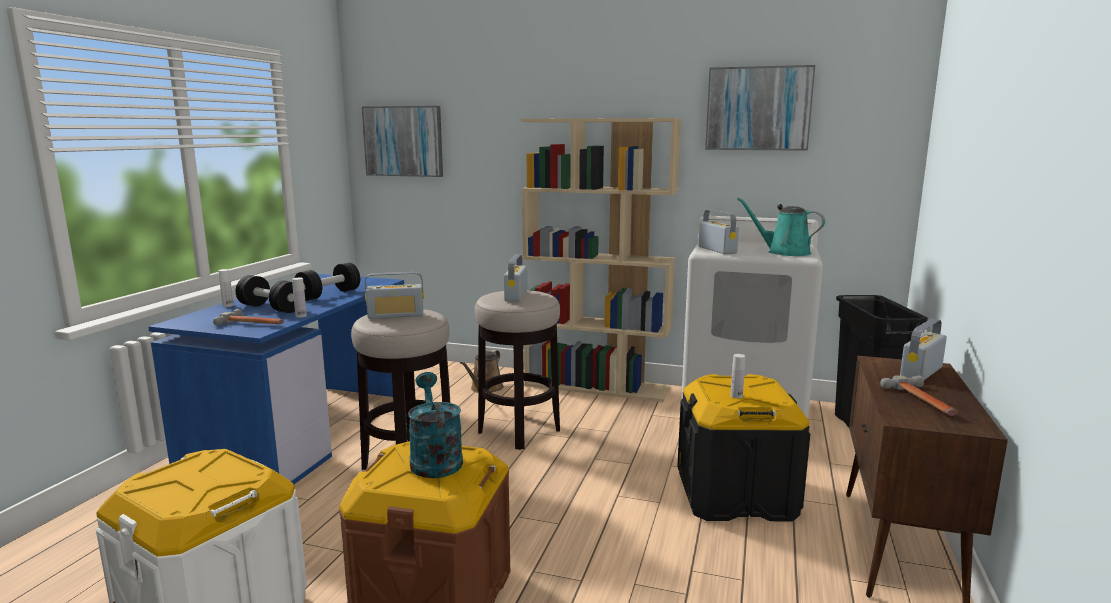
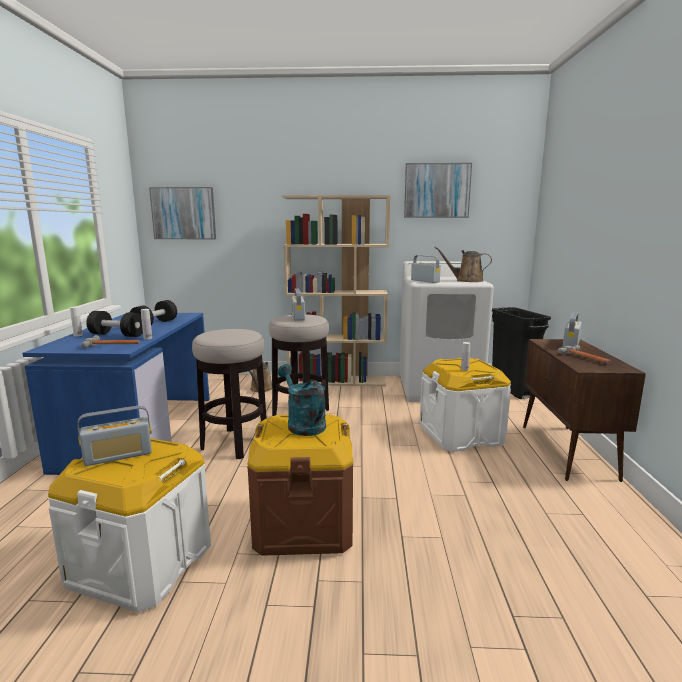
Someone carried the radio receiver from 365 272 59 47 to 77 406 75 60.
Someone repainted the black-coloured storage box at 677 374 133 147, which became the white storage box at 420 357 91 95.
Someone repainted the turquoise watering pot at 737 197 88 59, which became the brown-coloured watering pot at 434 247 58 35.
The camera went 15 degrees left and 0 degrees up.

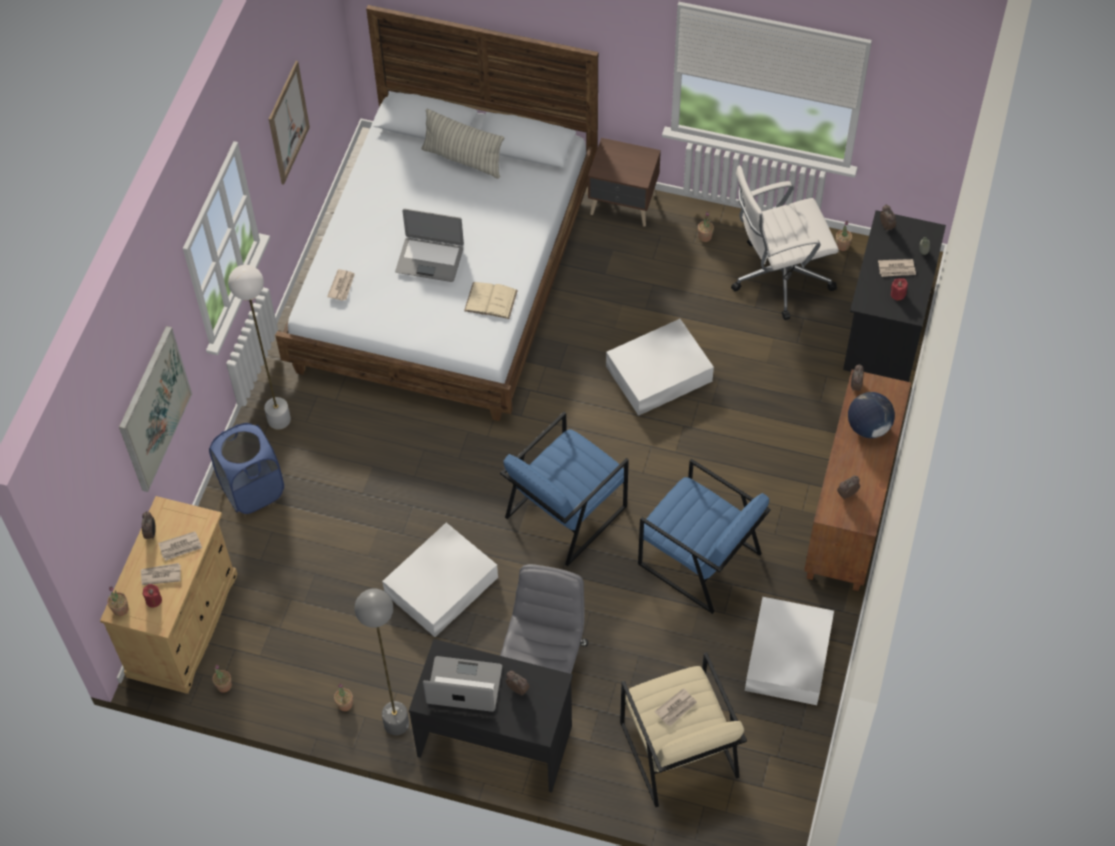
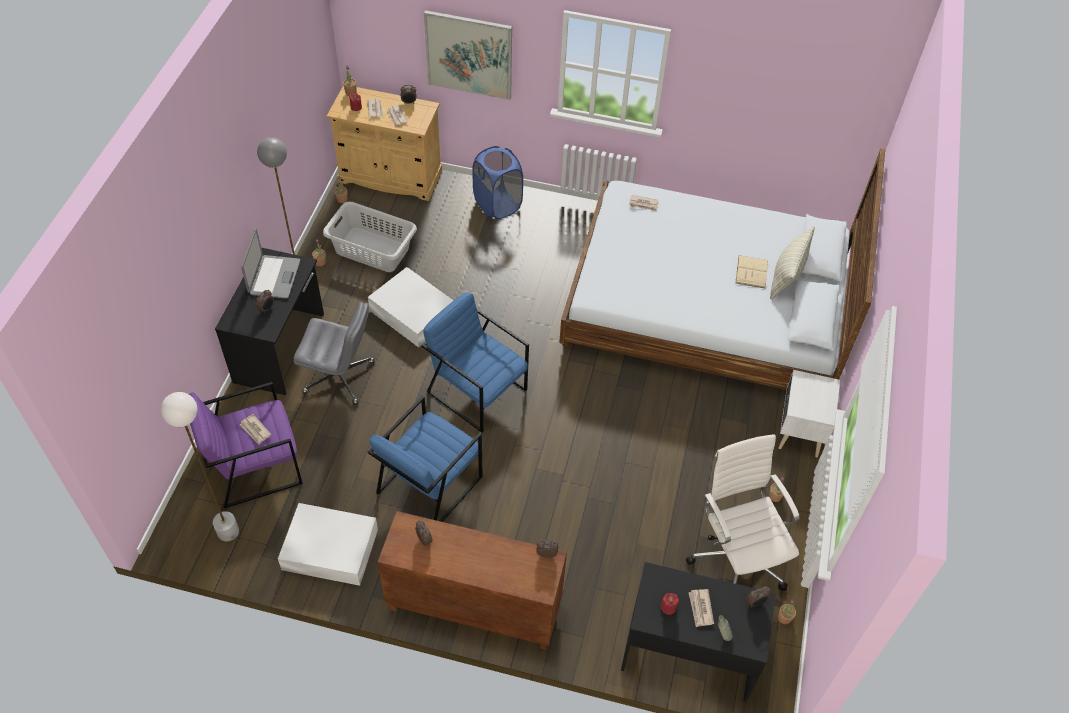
Someone took away the picture at 269 61 41 124.
Someone took away the notebook computer at 395 209 69 73.
Someone took away the white storage box at 606 319 108 97.
Someone took away the globe at 848 392 47 46.
Someone put down the gray hamper at 323 202 94 70.
Someone carried the white standard lamp from 228 265 63 165 to 161 392 78 149.
Someone carried the beige book from 464 282 54 37 to 735 255 33 33.
Someone repainted the brown-coloured bedside table at 588 138 73 88, which became the white bedside table at 778 370 62 87.
Someone repainted the beige armchair at 620 652 127 155, which became the purple-coloured armchair at 189 382 114 127.
The camera went 85 degrees right and 5 degrees down.

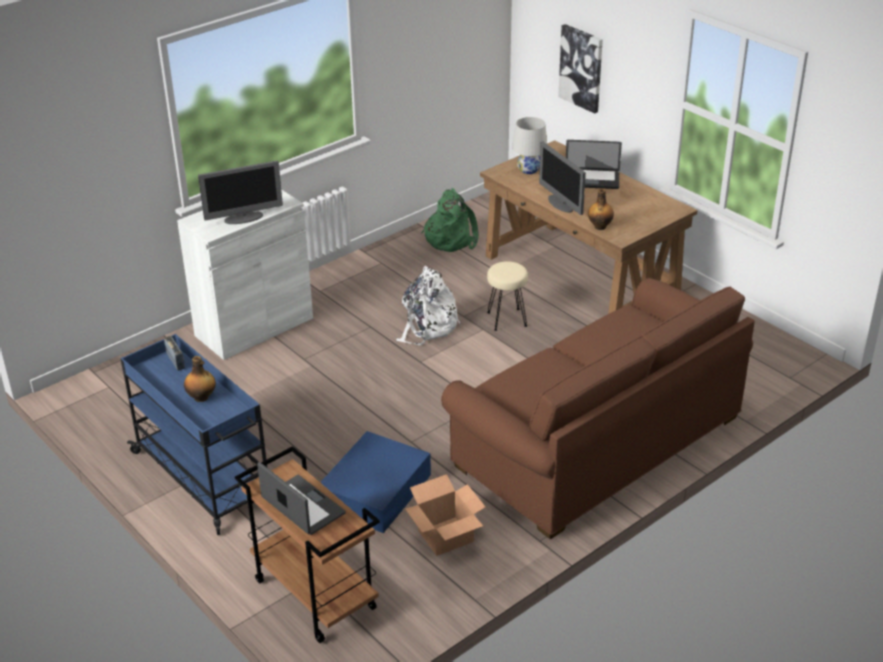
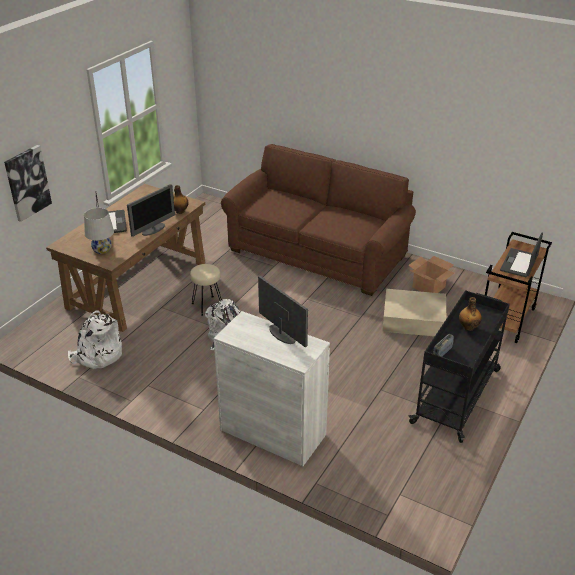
Someone repainted the blue-coloured wheeled cart at 121 334 146 201, which became the black-coloured wheeled cart at 408 290 102 153.
Someone repainted the blue-coloured storage box at 320 431 111 102, which became the beige storage box at 382 289 64 48.
Someone repainted the green rucksack at 421 188 58 64, which became the white rucksack at 68 311 54 58.
The camera went 110 degrees left and 0 degrees up.

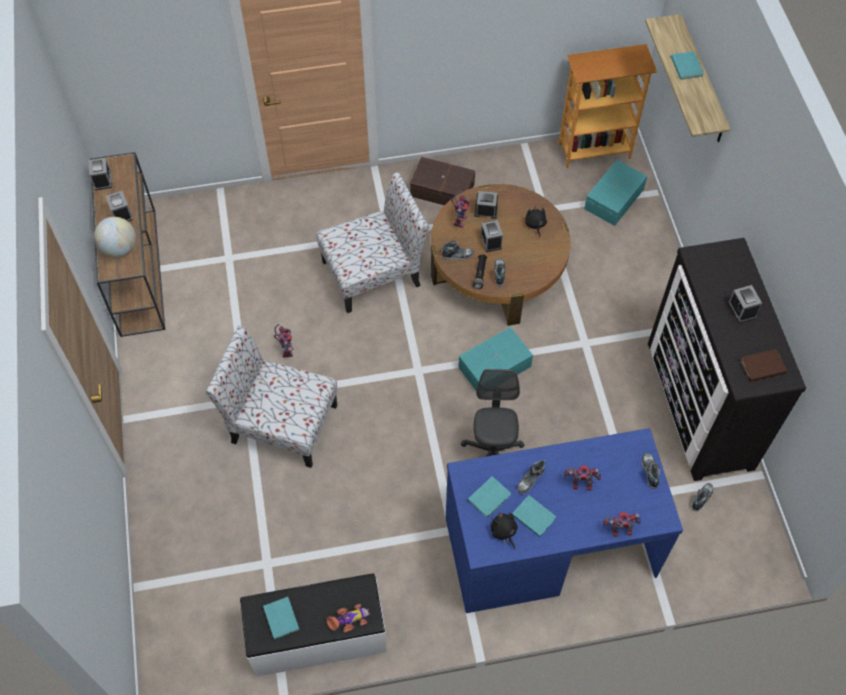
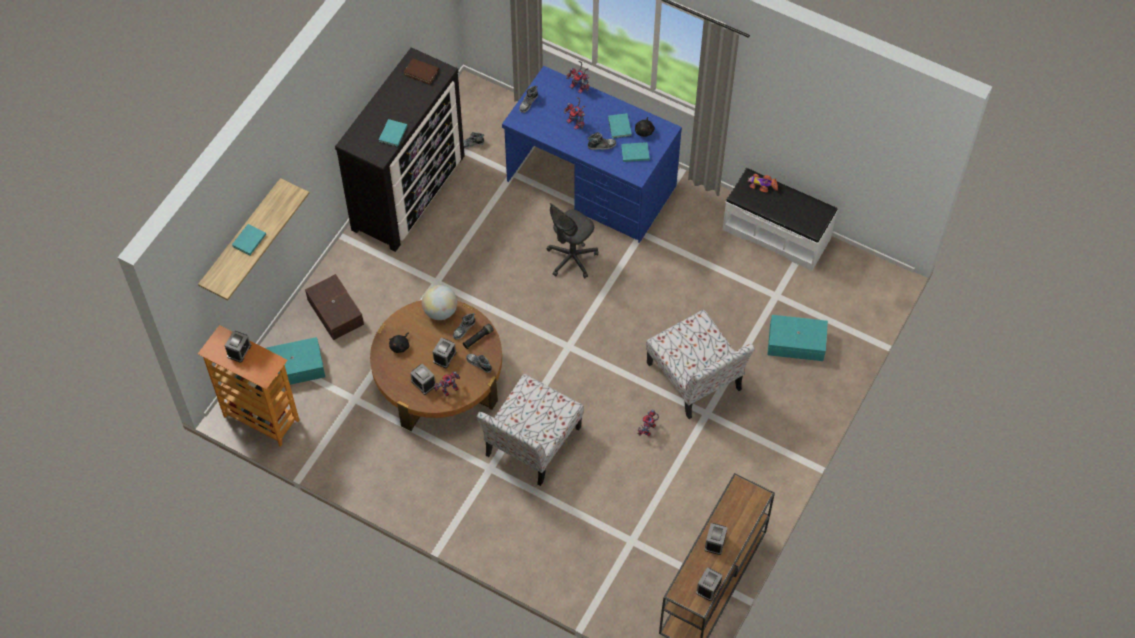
Someone carried the globe from 94 217 42 40 to 422 285 35 35.
Someone carried the turquoise book from 263 597 37 42 to 379 119 28 28.
Someone carried the brown-coloured storage box from 410 157 65 48 to 305 274 59 67.
Someone carried the turquoise storage box from 458 327 75 64 to 767 315 61 46.
Someone carried the table clock from 728 285 34 38 to 225 331 27 32.
Someone rotated the upright chair at 317 172 112 141 by 75 degrees counterclockwise.
The camera went 140 degrees left and 0 degrees up.

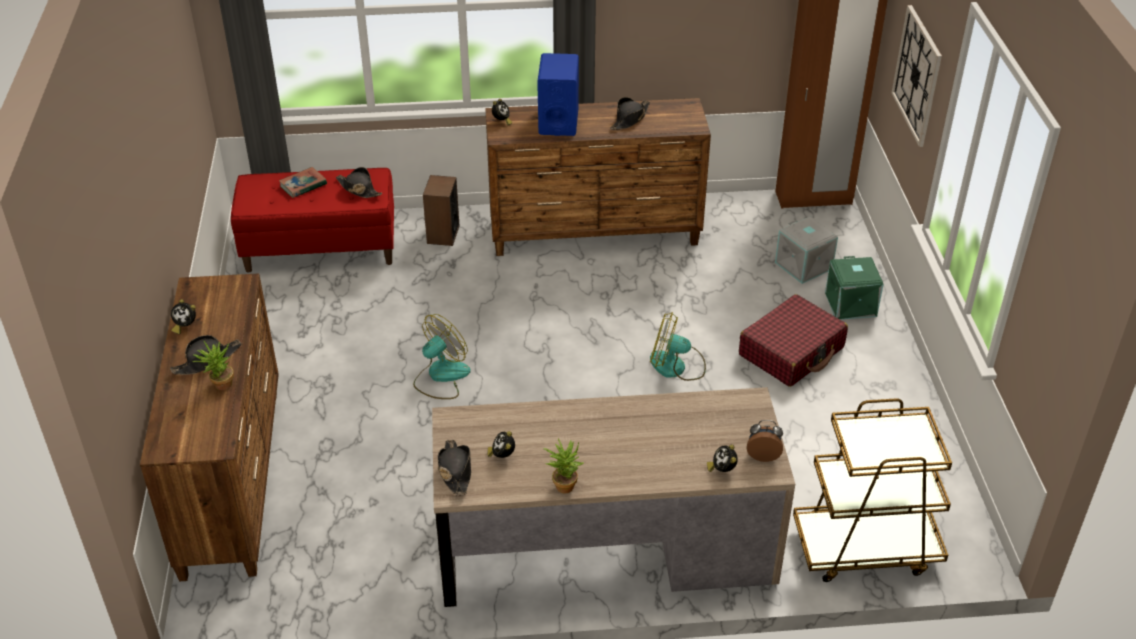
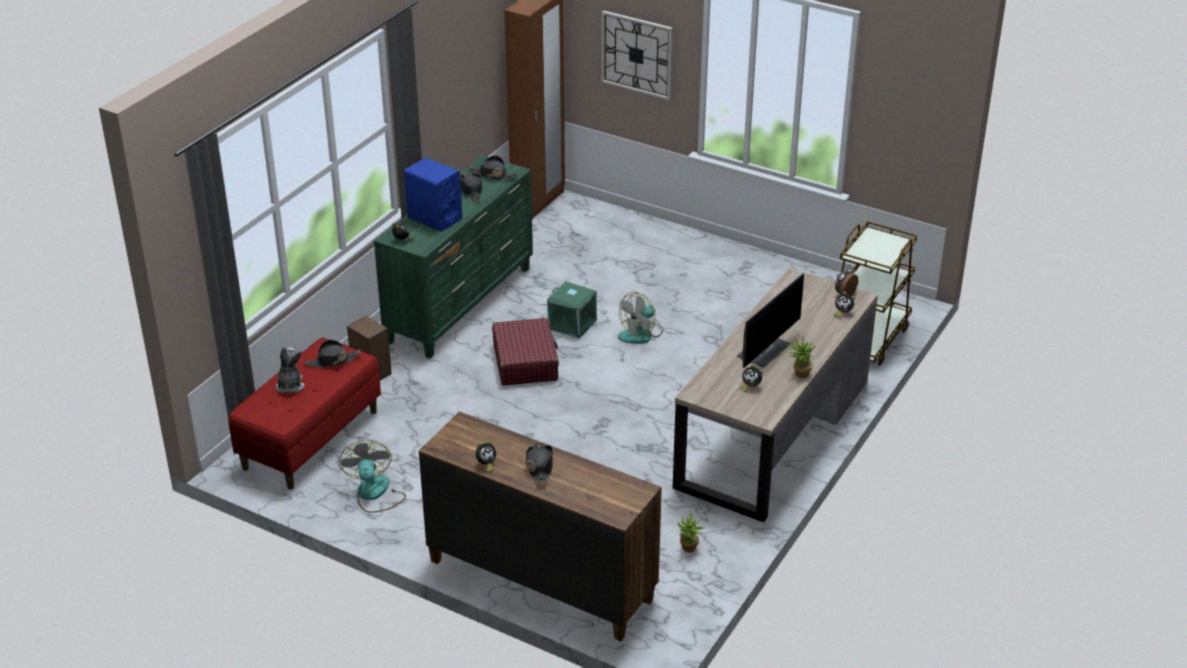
Someone took away the gray storage box at 775 217 63 67.
Someone put down the computer display at 737 273 67 95.
Someone carried the potted plant from 192 340 42 50 to 677 512 28 41.
Someone carried the electric fan from 413 314 58 85 to 338 440 68 73.
Someone carried the black-coloured clothing hat from 437 440 34 56 to 470 155 48 25.
Someone carried the reddish piece of luggage from 739 294 109 93 to 492 318 67 67.
Someone carried the green storage box from 825 256 59 64 to 547 281 50 58.
Someone swapped the book at 279 167 48 31 for the soft toy at 276 347 29 46.
Someone repainted the brown-coloured chest of drawers at 485 98 226 158, which became the green chest of drawers at 374 155 159 204.
The camera went 55 degrees left and 5 degrees down.

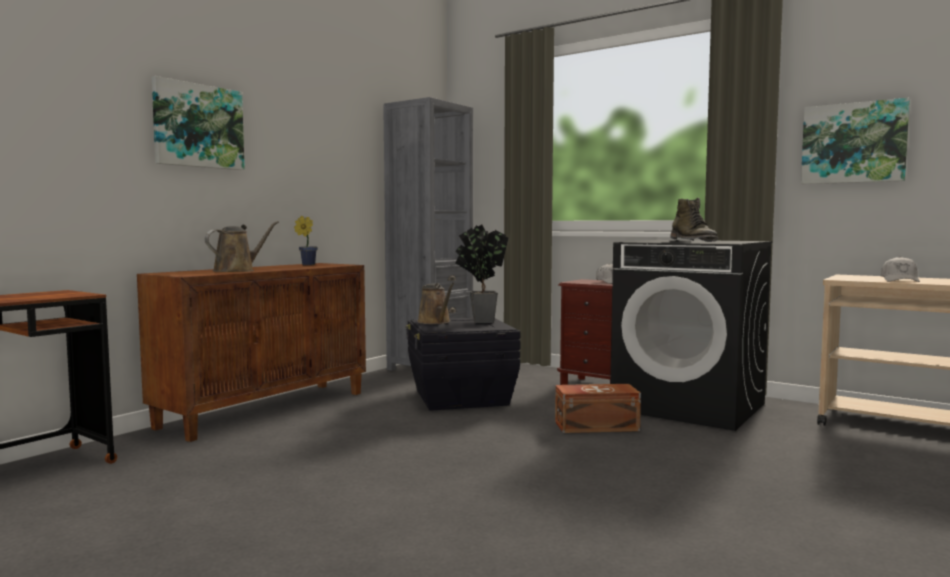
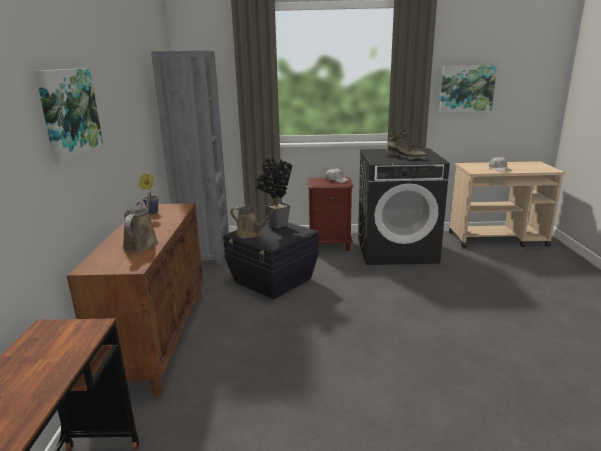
Someone took away the brown-coloured storage box at 555 384 86 49.
The camera went 35 degrees left and 15 degrees up.

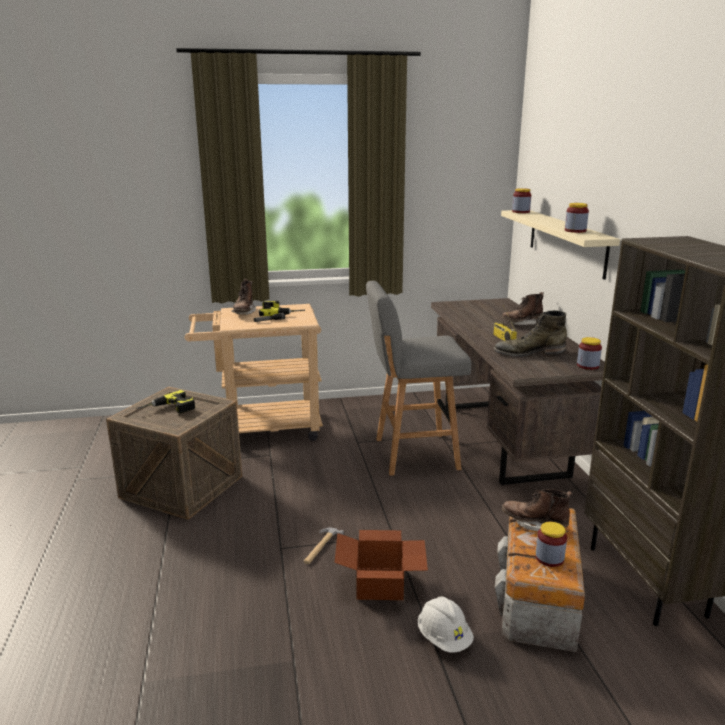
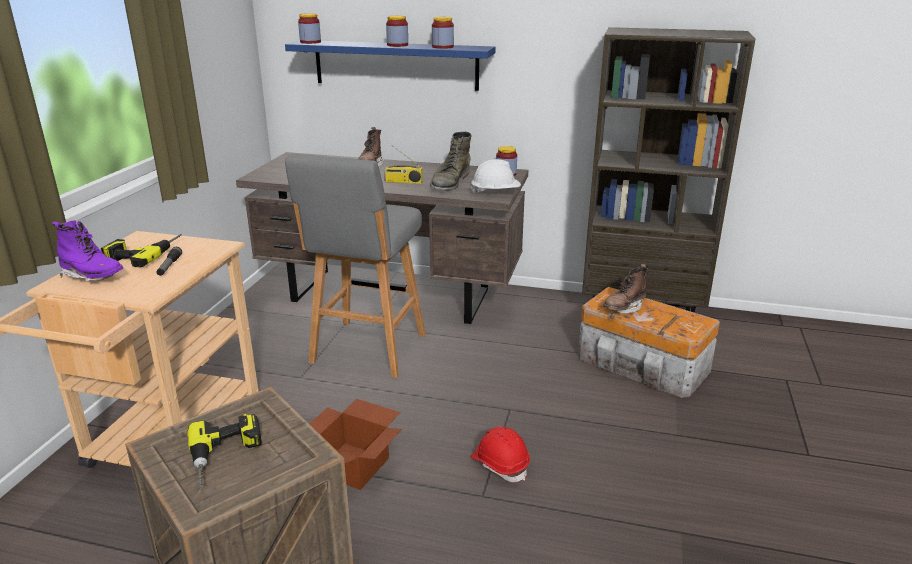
Someone carried the carton from 334 530 94 70 to 309 399 93 91.
Someone carried the white hard hat from 418 596 56 57 to 471 159 50 35.
Someone carried the jar from 535 522 32 45 to 386 16 22 31.
Someone swapped the tool hammer at 303 528 41 36 for the reddish hard hat at 471 427 59 55.
Someone repainted the brown-coloured boot at 231 279 25 36, which became the purple-coloured boot at 52 220 71 61.
Someone repainted the beige shelf at 501 210 119 70, which became the blue-coloured shelf at 285 40 210 51.
The camera went 65 degrees left and 5 degrees up.

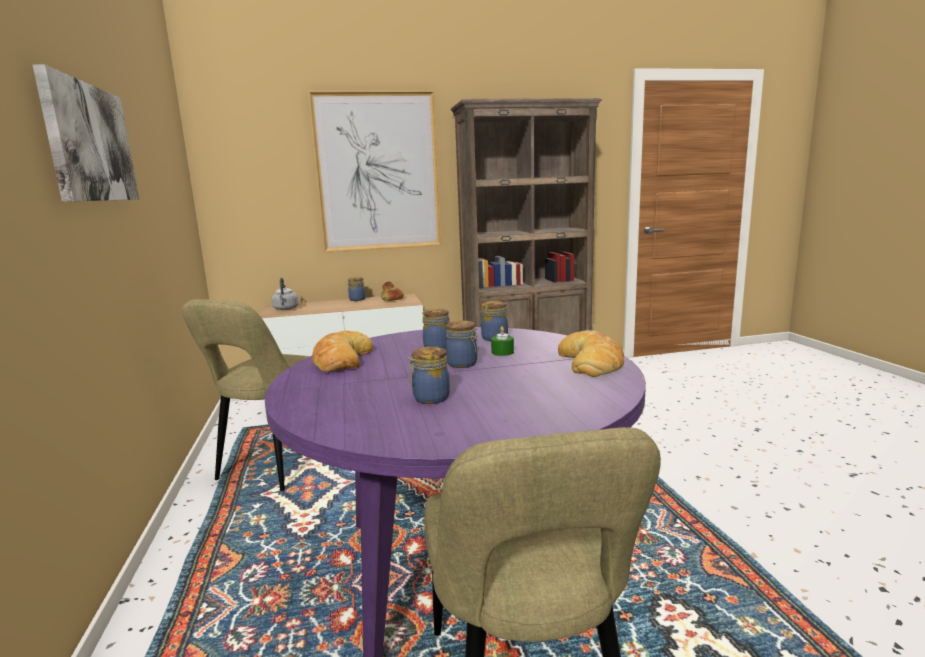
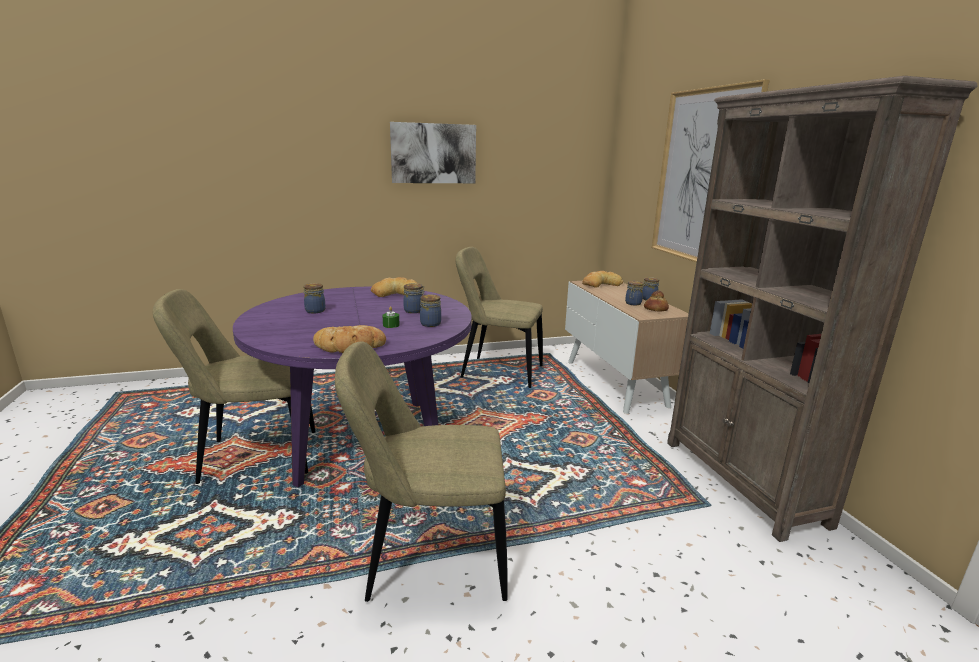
Someone put down the beige upright chair at 335 341 173 261.
Someone carried the jar from 446 321 33 47 to 625 281 19 24.
Someone swapped the gray tea kettle at 271 277 28 33 for the bakery bread at 582 271 41 16.
The camera went 85 degrees right and 5 degrees up.

